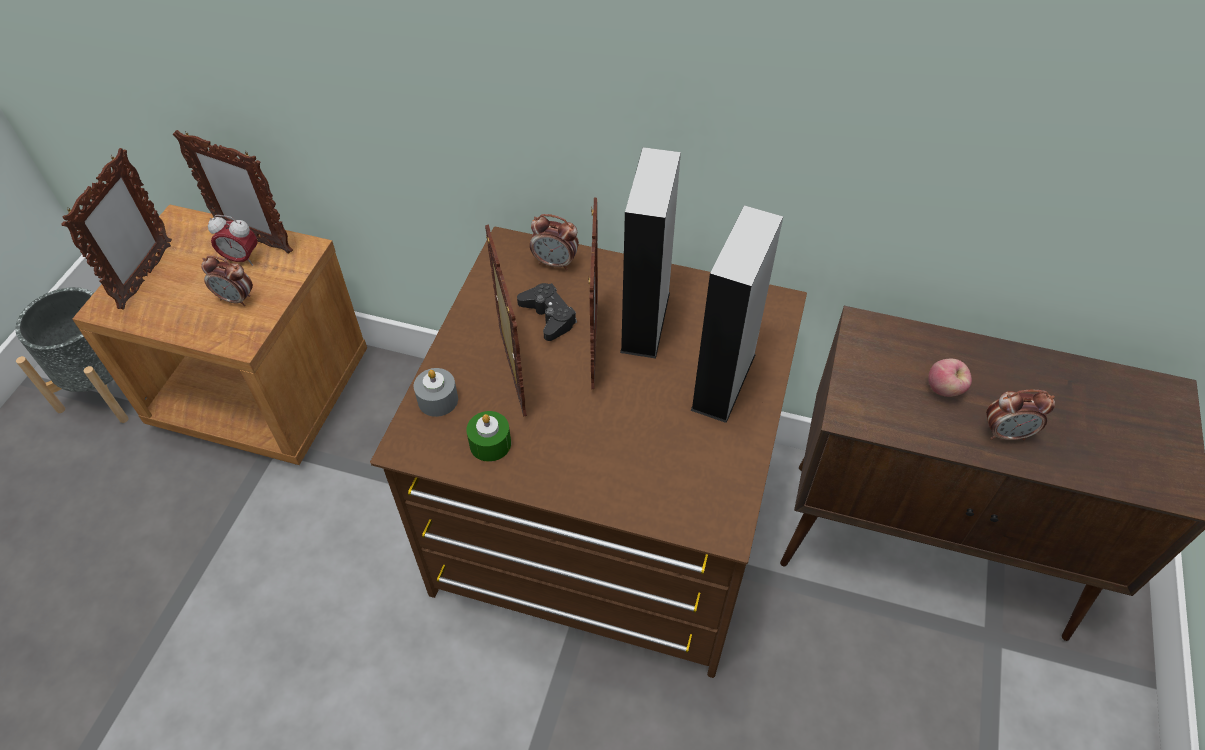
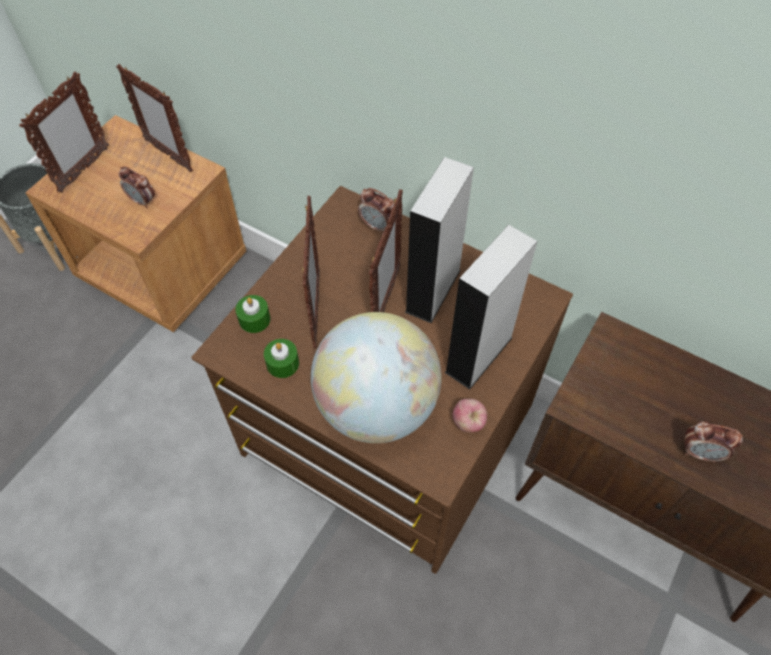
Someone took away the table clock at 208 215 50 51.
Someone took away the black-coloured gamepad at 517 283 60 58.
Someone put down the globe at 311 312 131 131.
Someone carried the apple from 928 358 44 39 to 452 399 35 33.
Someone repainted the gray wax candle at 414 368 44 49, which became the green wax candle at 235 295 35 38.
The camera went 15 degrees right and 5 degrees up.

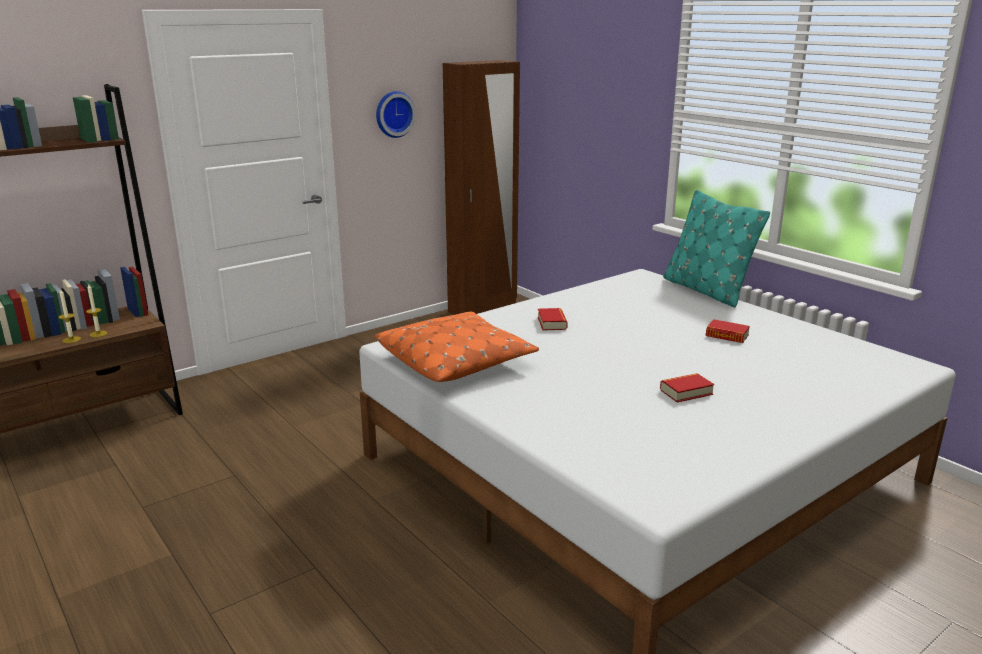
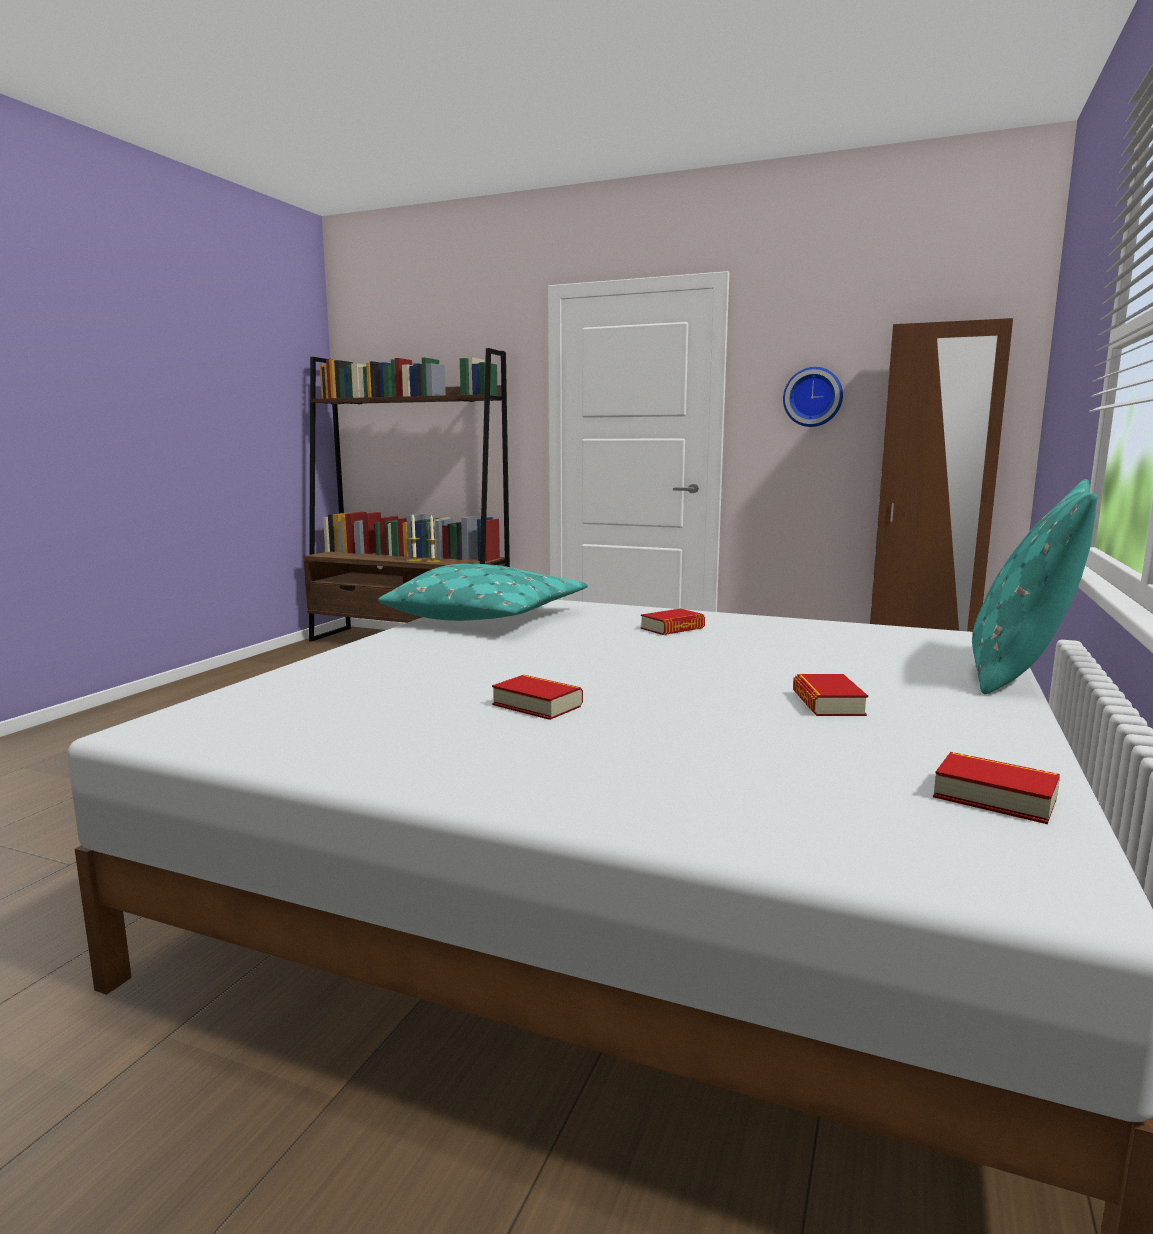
Someone put down the book at 933 752 127 72.
Someone repainted the orangey cushion at 374 312 165 70, which became the turquoise cushion at 378 564 210 57.
The camera went 60 degrees right and 10 degrees down.

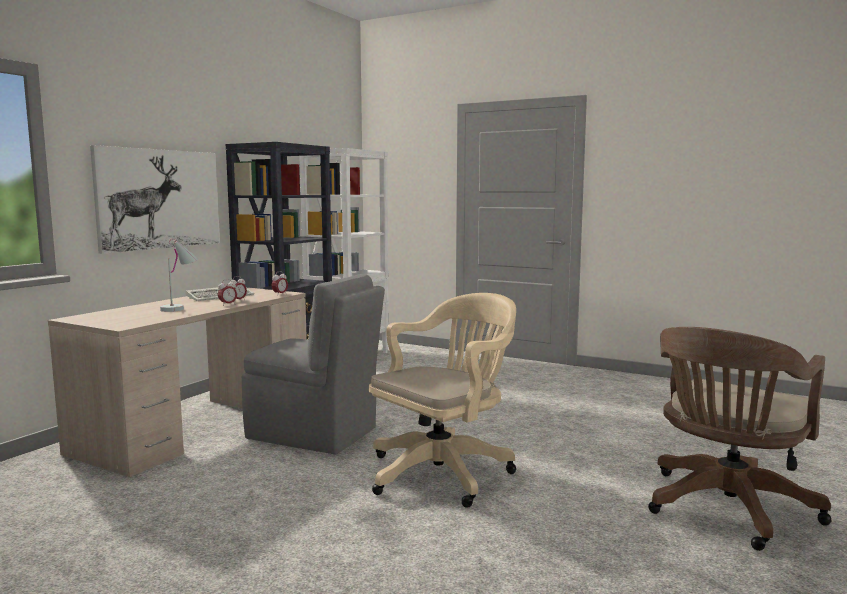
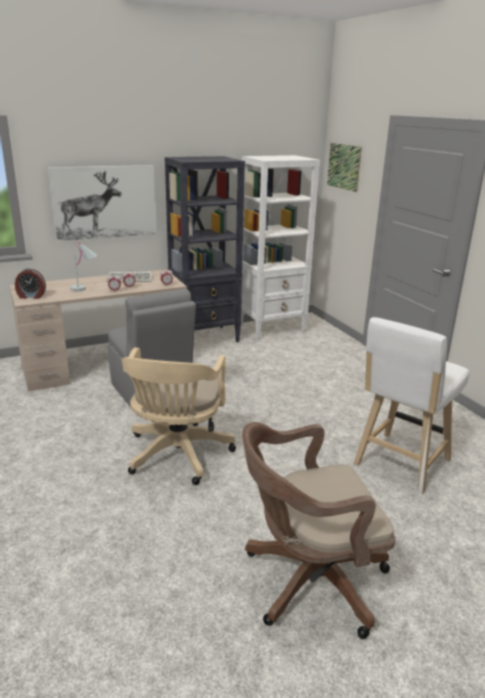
Someone put down the table clock at 15 269 31 30.
Someone put up the picture at 327 143 35 49.
Someone put down the white stool at 353 317 116 177.
Someone rotated the beige computer chair at 369 293 147 215 by 105 degrees clockwise.
The camera went 35 degrees right and 15 degrees up.

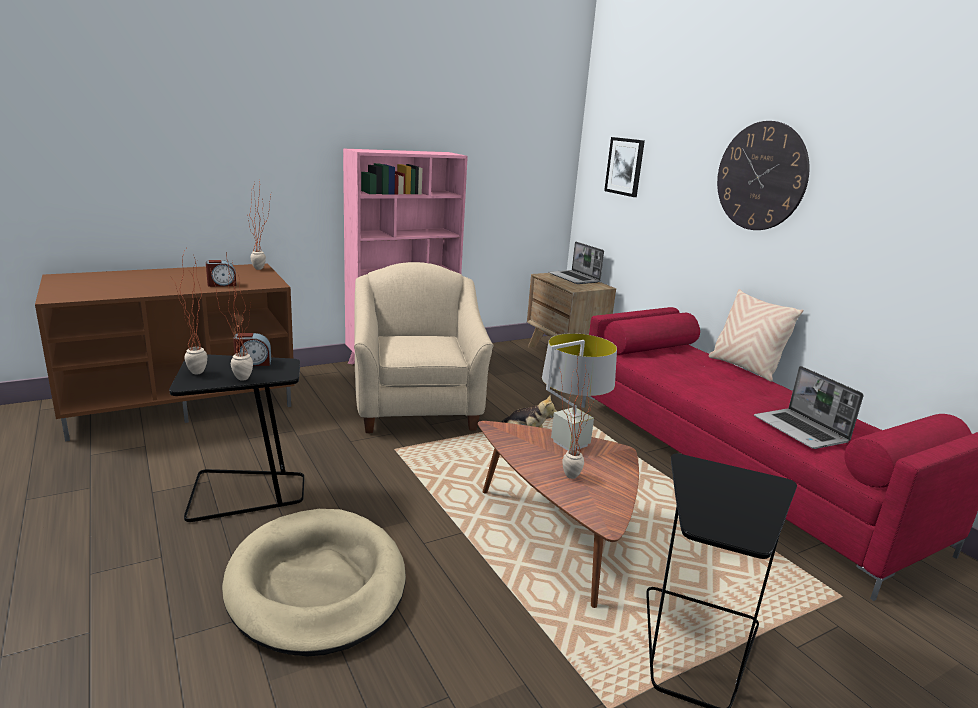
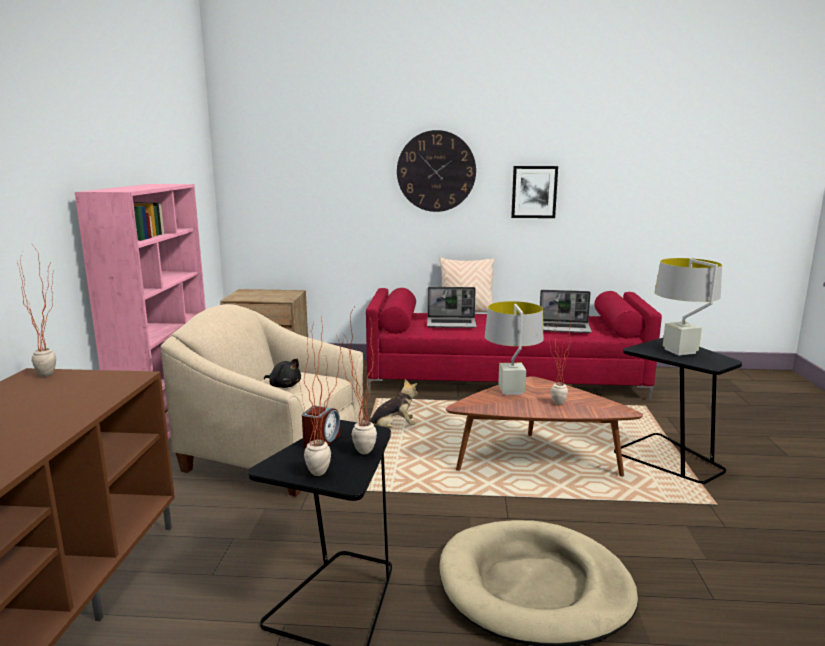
Someone took away the table clock at 206 260 30 27.
Someone put down the black-coloured soft toy at 264 359 37 29.
Someone put down the gray tabletop lamp at 654 258 68 98.
Someone carried the notebook computer from 548 242 56 42 to 427 287 50 41.
Someone carried the picture from 604 137 41 60 to 511 166 47 52.
The camera went 55 degrees left and 5 degrees down.

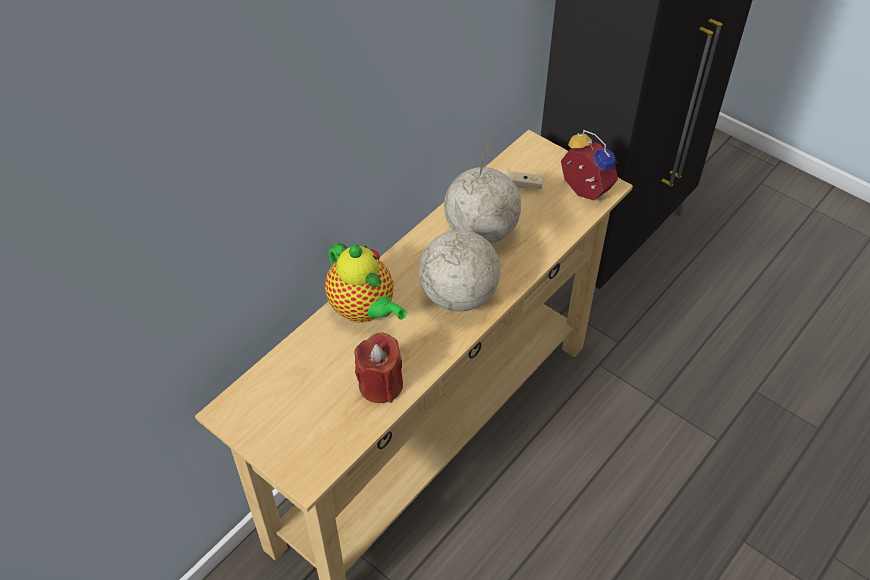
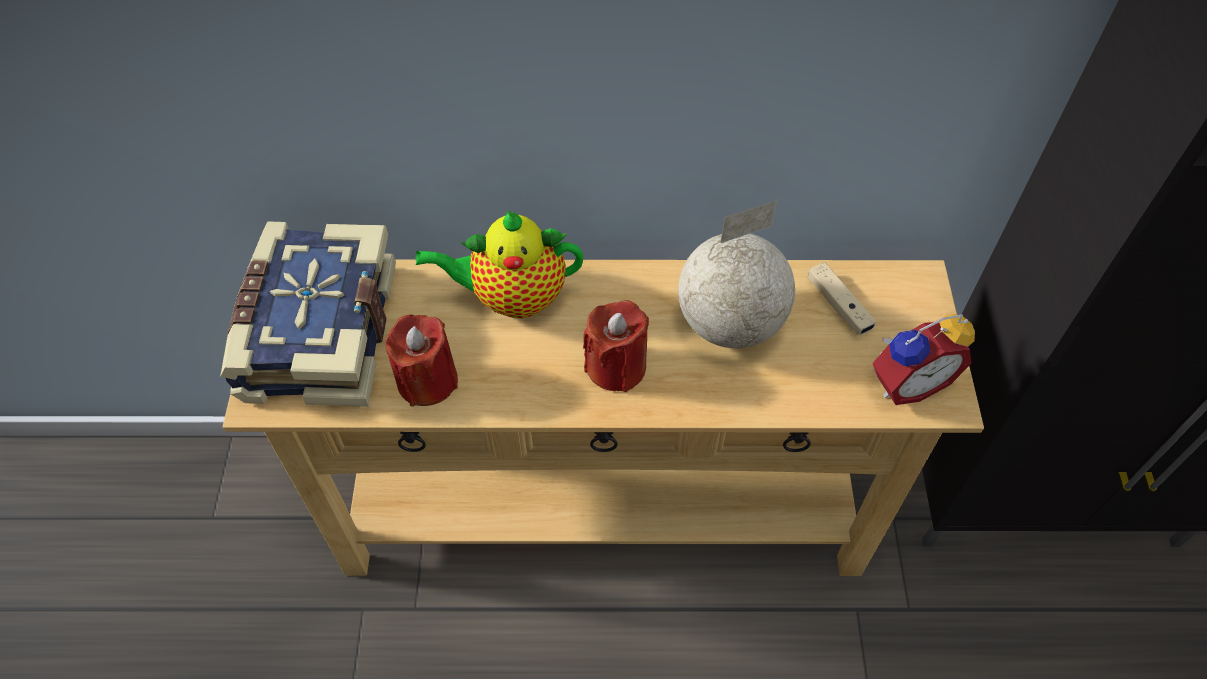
Someone put down the book at 220 221 176 186.
Someone swapped the globe at 419 198 81 114 for the reddish wax candle at 583 300 66 92.
Someone rotated the teapot at 325 242 82 81 by 75 degrees clockwise.
Someone rotated the table clock at 561 130 57 71 by 60 degrees clockwise.
The camera went 50 degrees right and 5 degrees up.

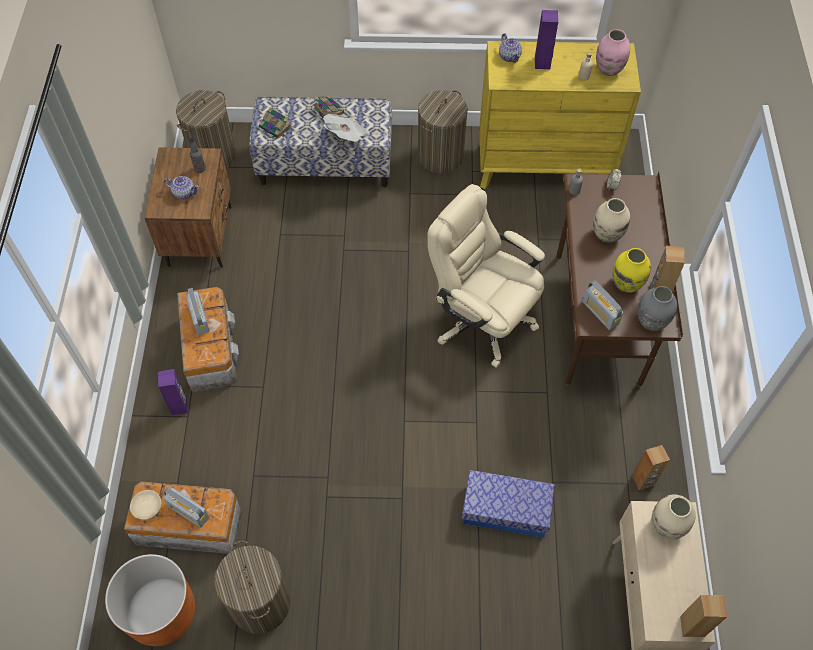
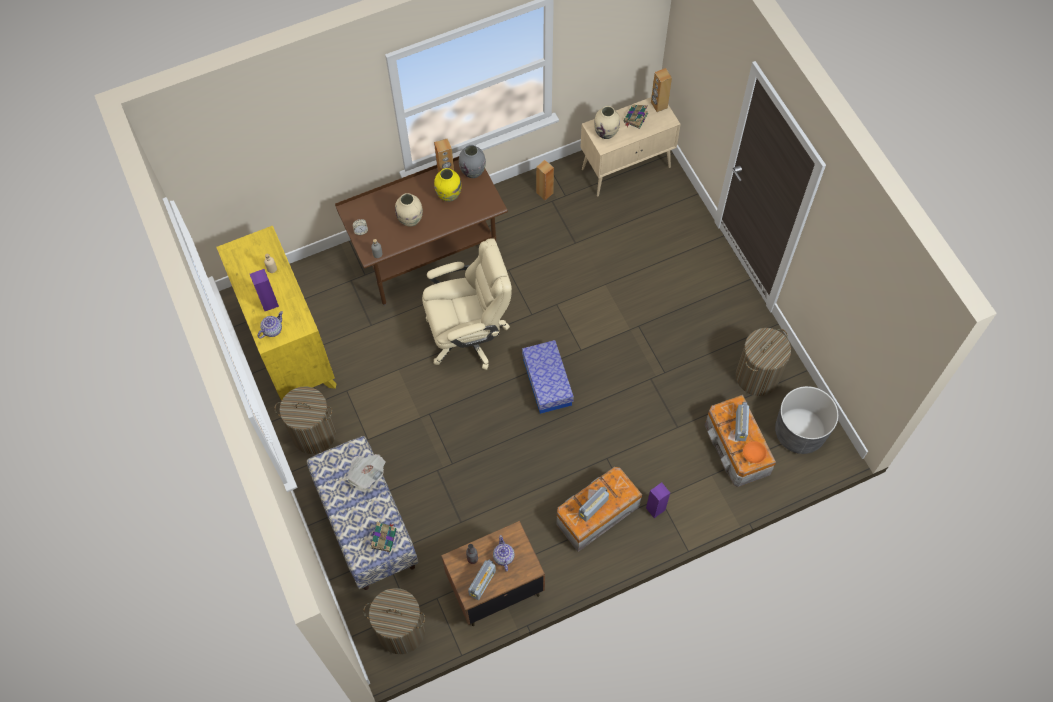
Someone took away the pinkish decorative vase at 596 29 34 47.
Someone carried the book from 314 96 30 21 to 623 105 25 24.
Someone carried the storage box from 462 470 93 68 to 522 340 52 74.
Someone carried the radio receiver from 582 280 41 50 to 468 560 28 40.
Someone repainted the orangey plant pot at 105 554 90 92, which became the gray plant pot at 775 386 64 68.
Someone repainted the beige bowl at 130 490 32 30, which became the orangey bowl at 743 441 24 22.
Someone rotated the beige computer chair at 427 184 118 184 by 120 degrees counterclockwise.
The camera went 115 degrees left and 5 degrees up.

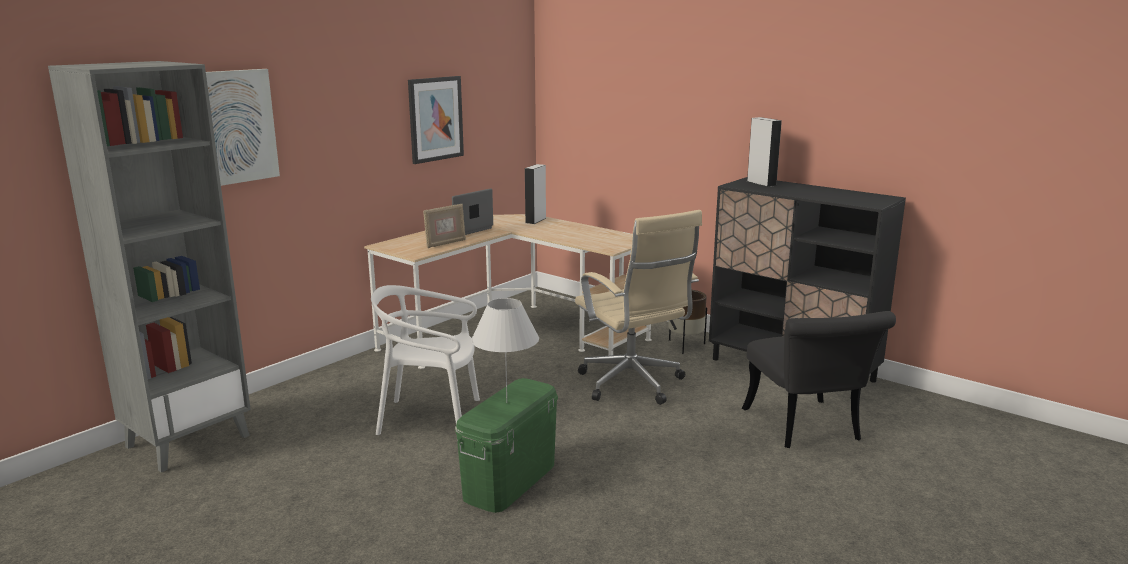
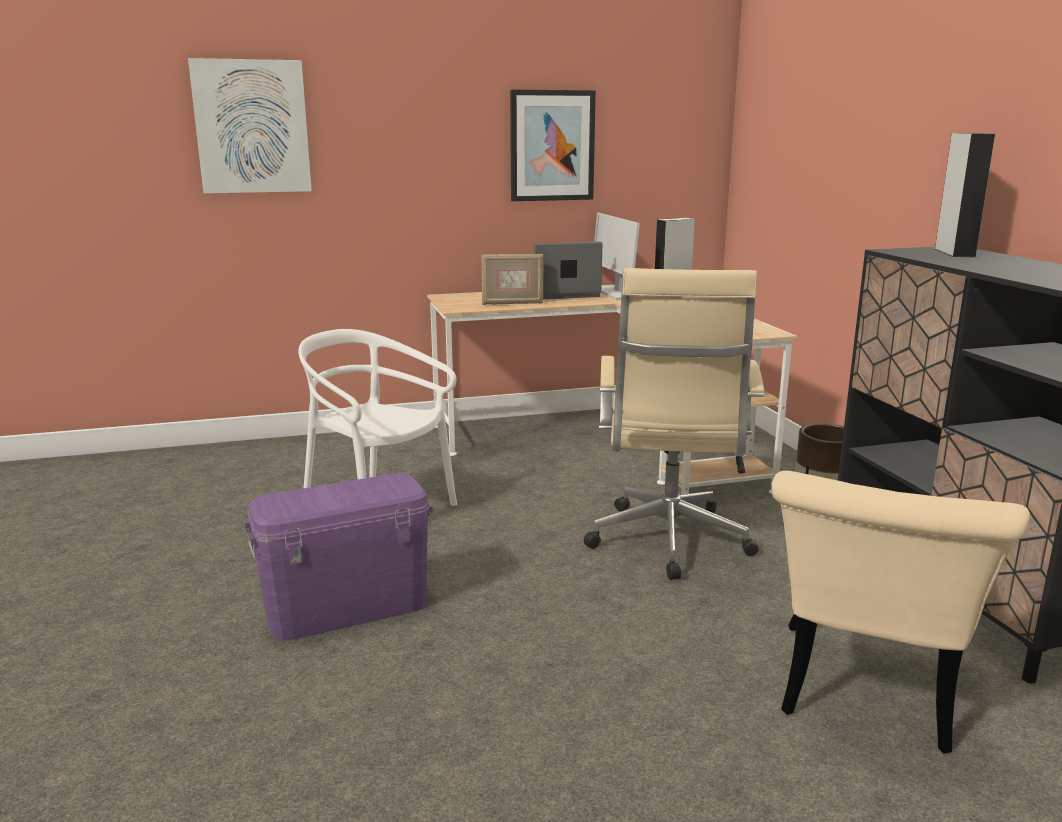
Someone took away the gray bookshelf at 48 61 203 411.
Someone took away the white tabletop lamp at 471 298 68 105.
Someone put down the computer display at 594 213 46 87.
Someone repainted the green storage box at 455 378 103 135, which became the purple-coloured storage box at 245 473 188 168.
Someone repainted the black-coloured upright chair at 742 311 154 137, which became the beige upright chair at 772 471 258 282.
The camera went 35 degrees right and 0 degrees up.

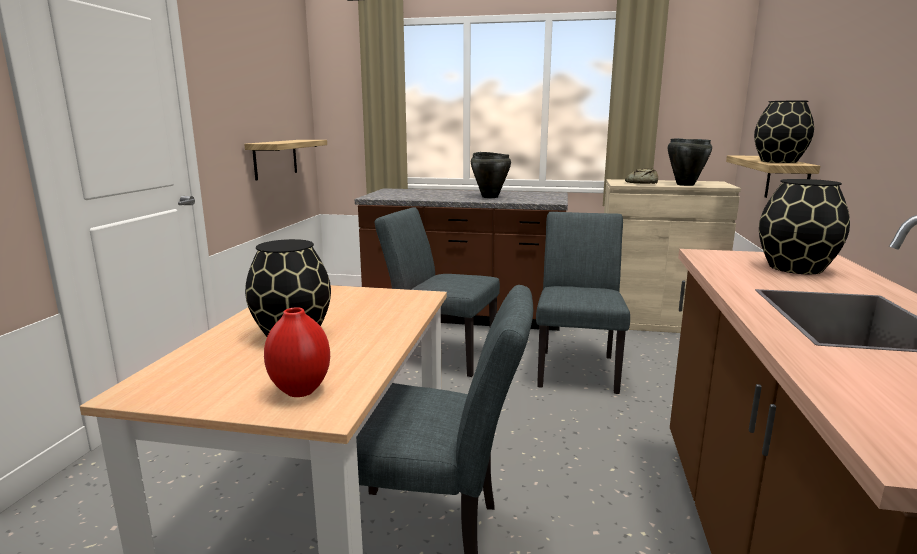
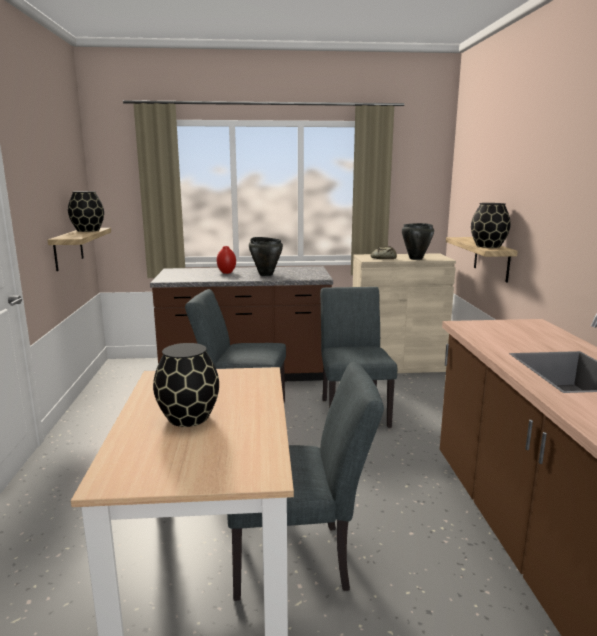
Someone carried the reddish decorative vase from 264 307 66 90 to 217 246 19 28.
Someone carried the black-coloured decorative vase from 759 179 91 95 to 68 191 36 41.
The camera went 15 degrees left and 0 degrees up.

